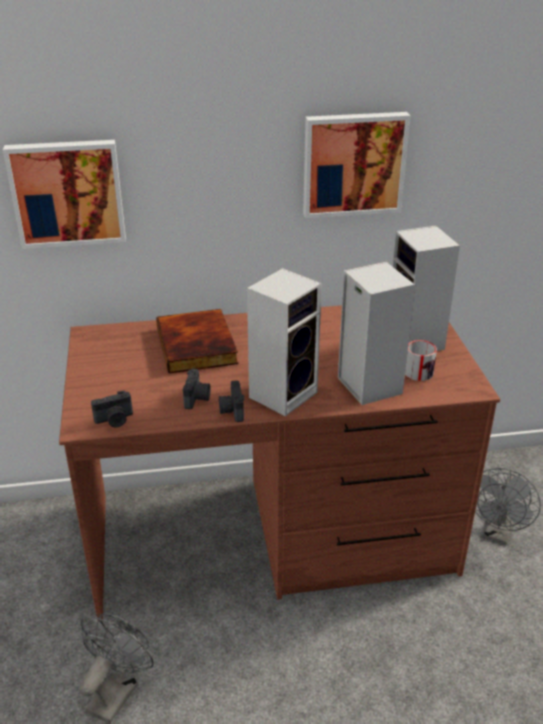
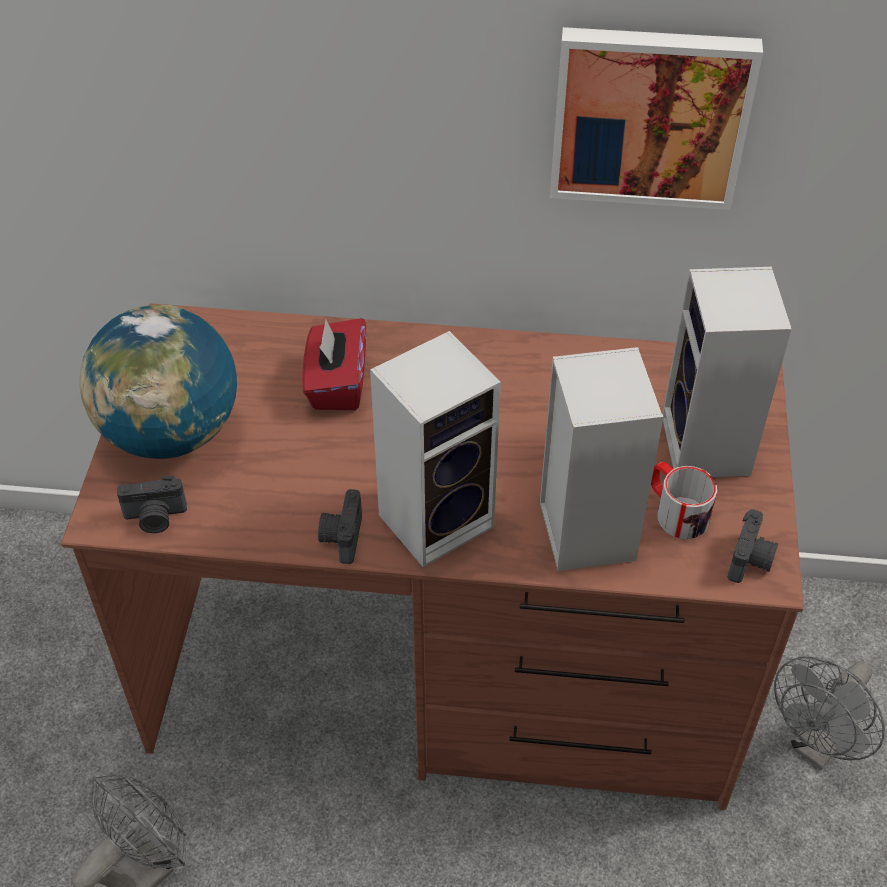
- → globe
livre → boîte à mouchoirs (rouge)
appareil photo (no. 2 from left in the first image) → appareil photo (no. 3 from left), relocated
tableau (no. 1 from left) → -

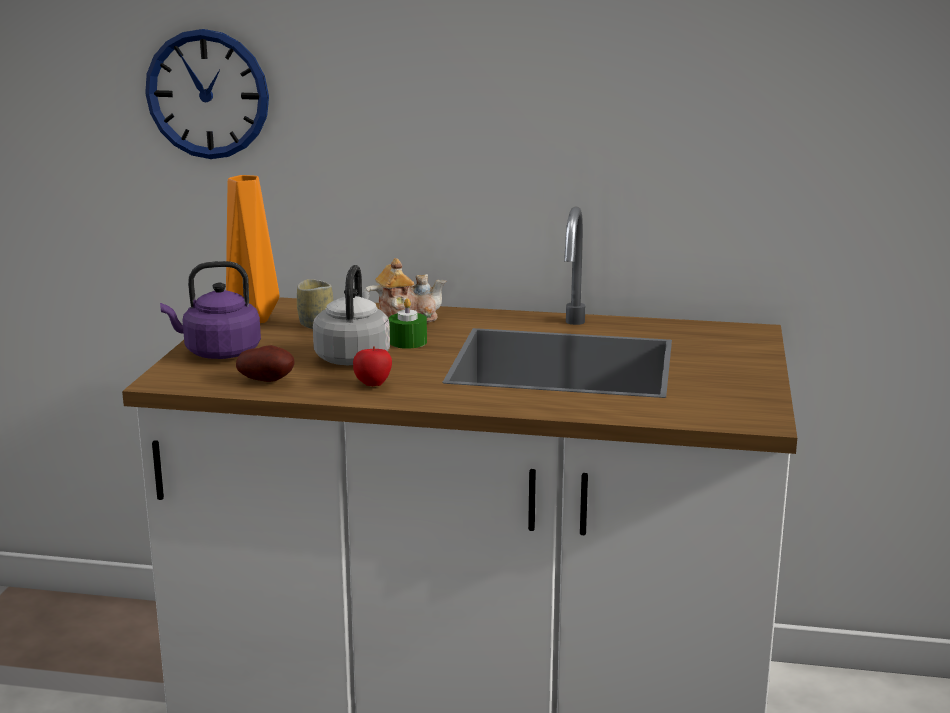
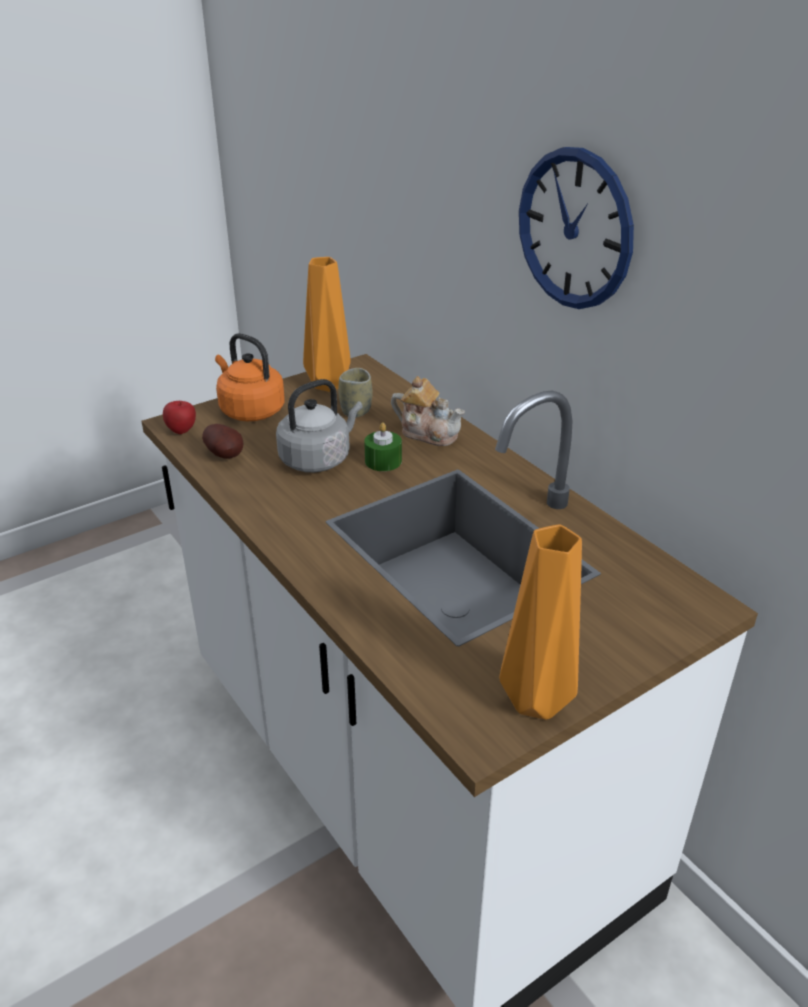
pomme, relocated
bouilloire (violet) → bouilloire (orange)
- → vase (orange) (no. 2 from left)
horloge murale, relocated

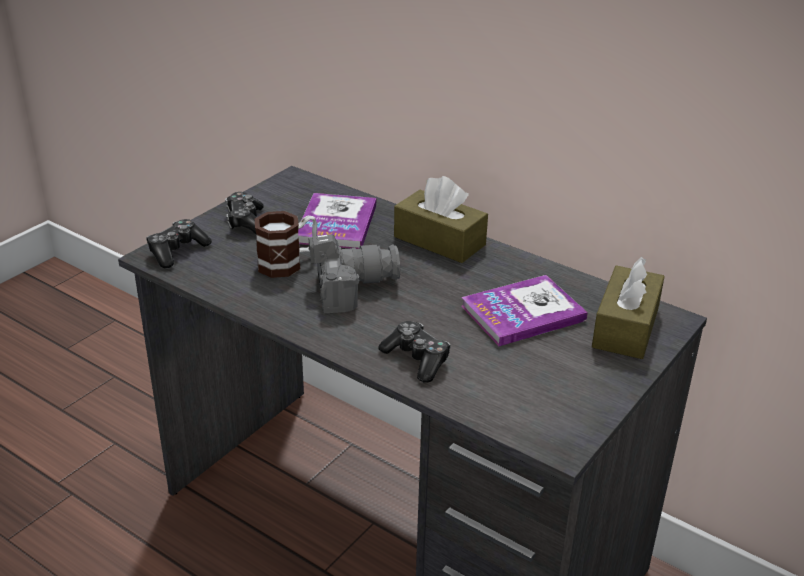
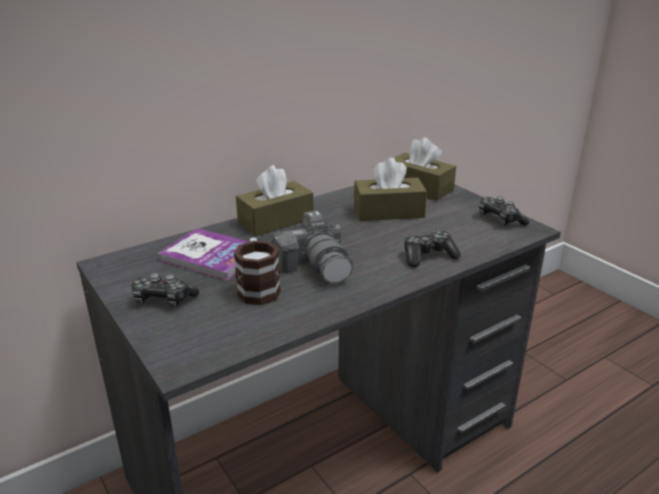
appareil photo, 150 degrees clockwise
livre (no. 2 from left) → boîte à mouchoirs (marron) (no. 2 from left)
manette (no. 1 from left in the first image) → manette (no. 3 from left), relocated

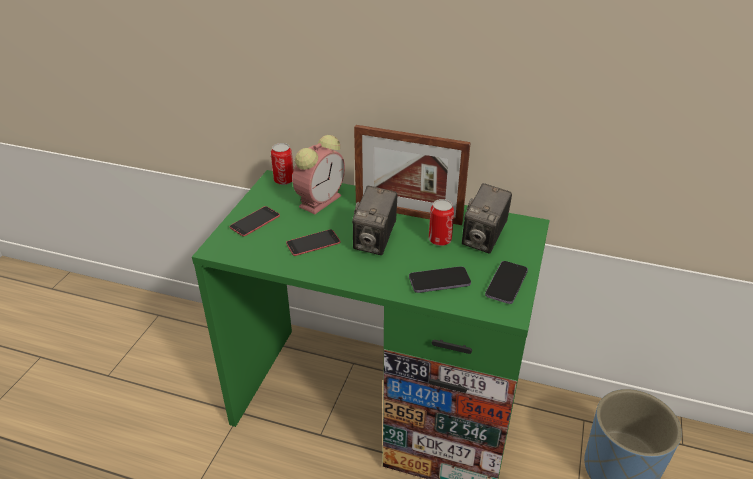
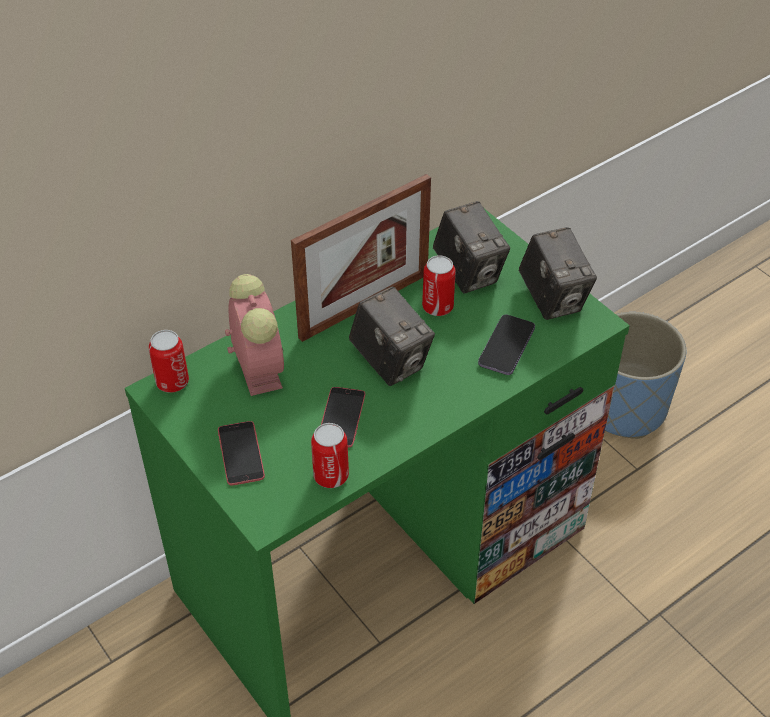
- → boîte métallique (no. 2 from left)
téléphone (no. 4 from left) → appareil photo (no. 3 from left)

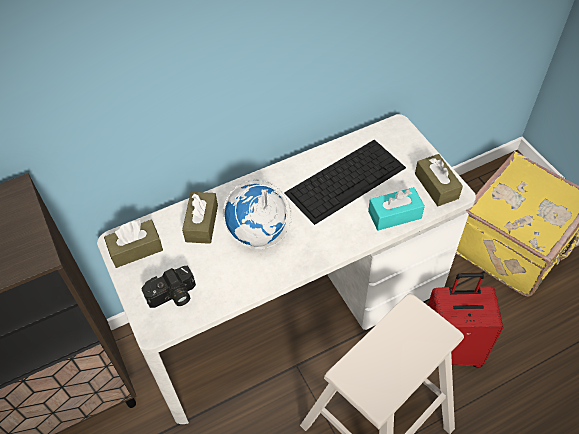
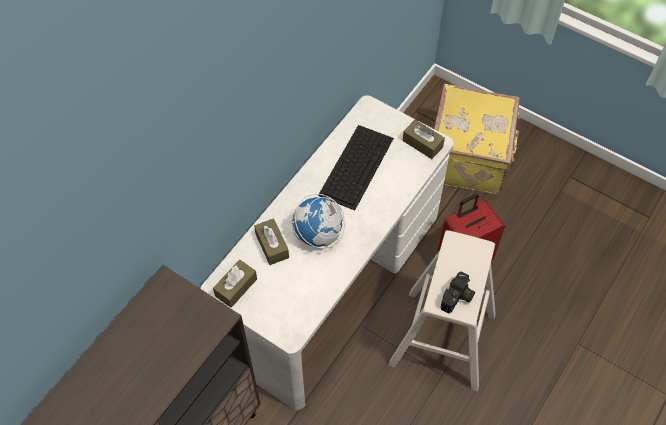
appareil photo, relocated
boîte à mouchoirs (turquoise) → -

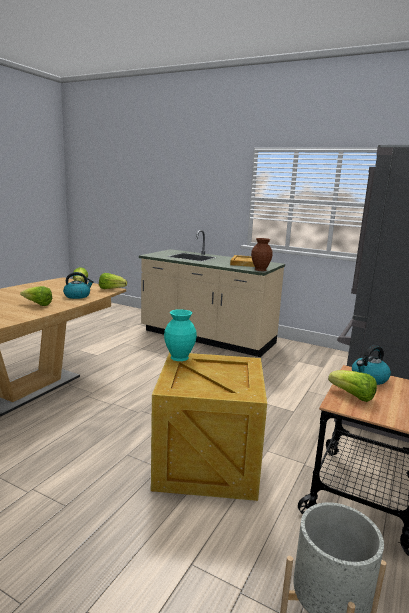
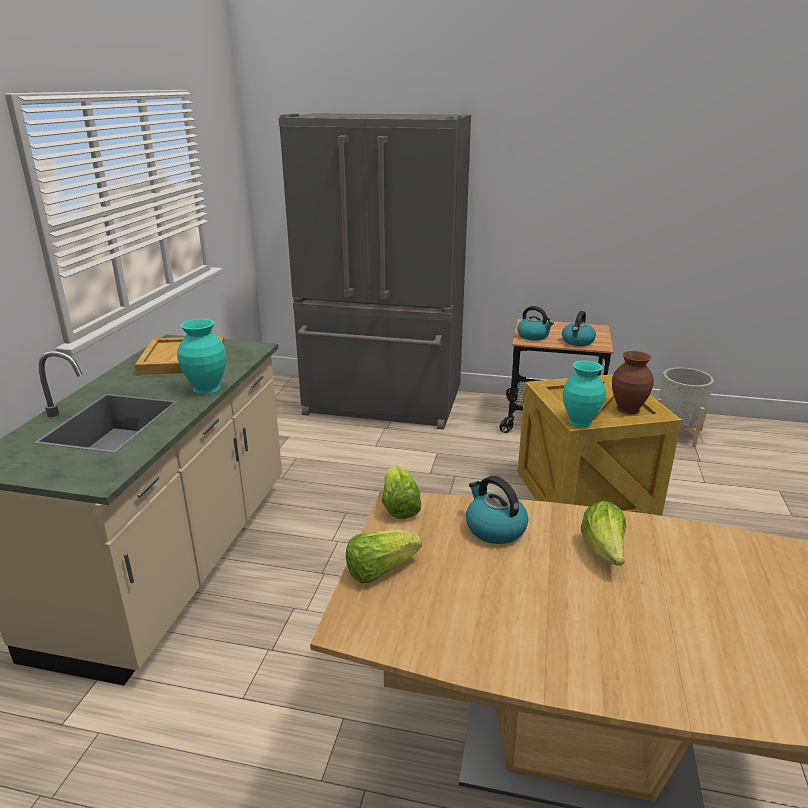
- → vase (turquoise) (no. 1 from left)
laitue (no. 4 from left) → bouilloire (no. 3 from left)
vase (marron), relocated

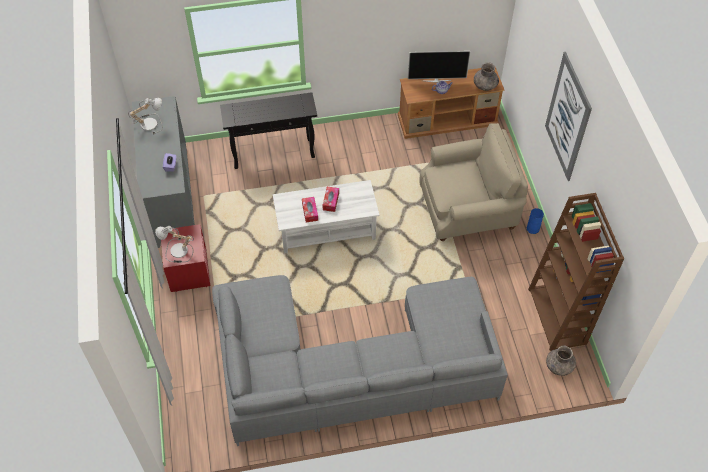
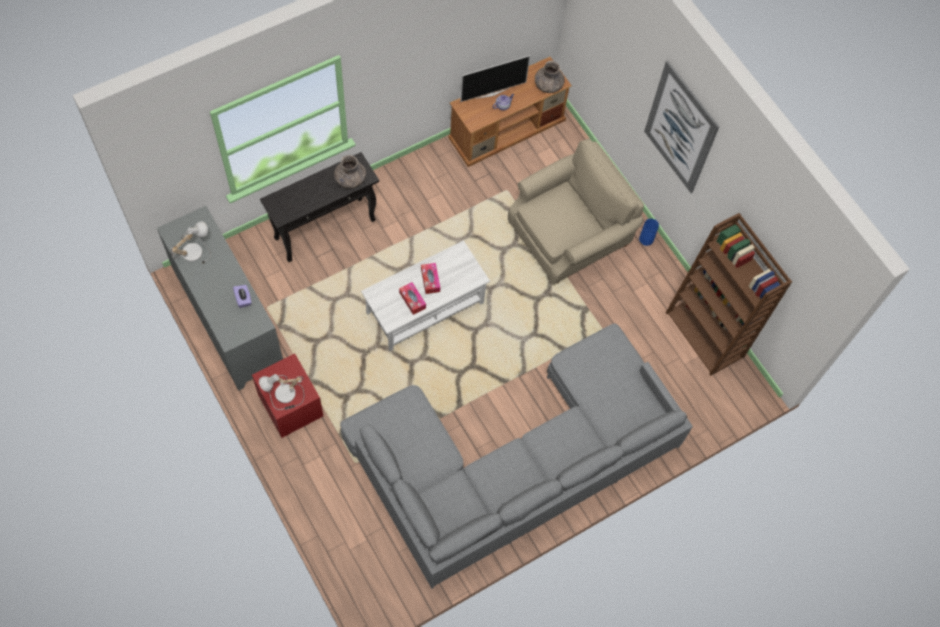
vase (gris) (no. 2 from left in the first image) → vase (gris) (no. 1 from left), relocated

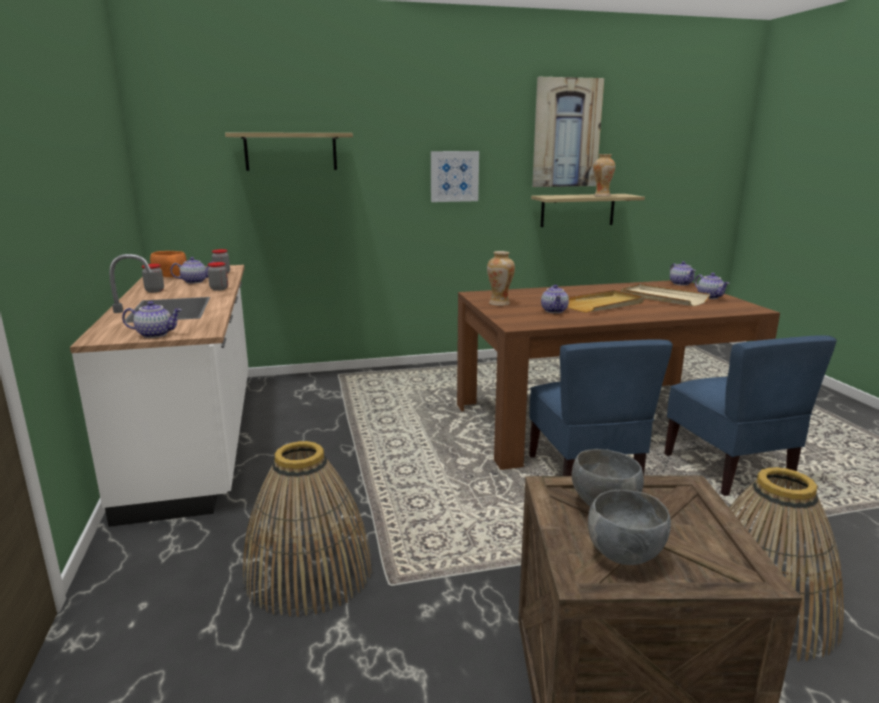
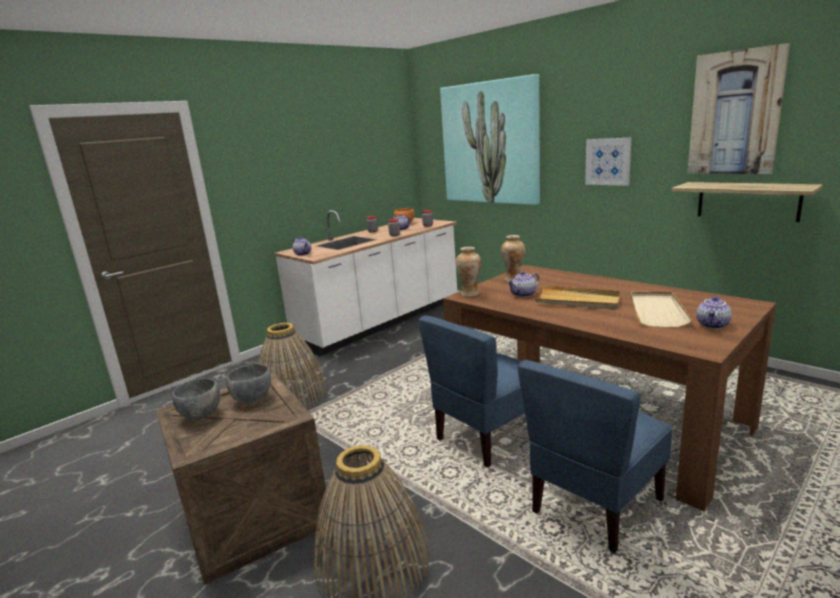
étagère (no. 1 from left) → tableau (no. 1 from left)
vase (no. 2 from left in the first image) → vase (no. 1 from left), relocated
théière (no. 4 from left) → -

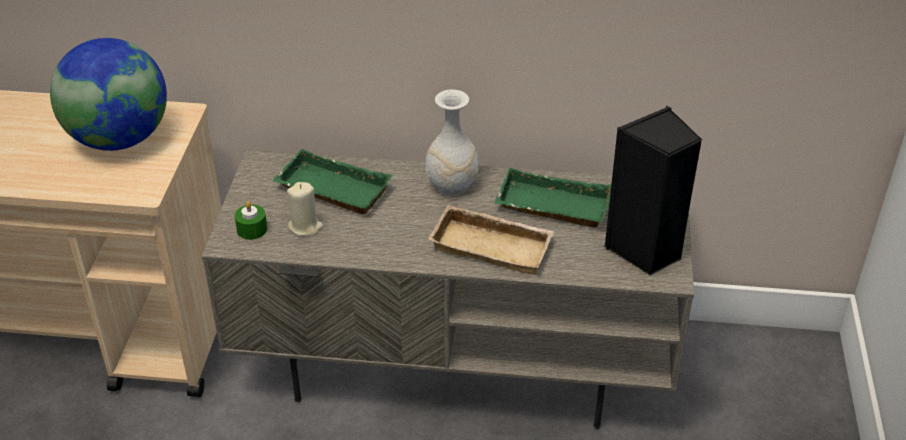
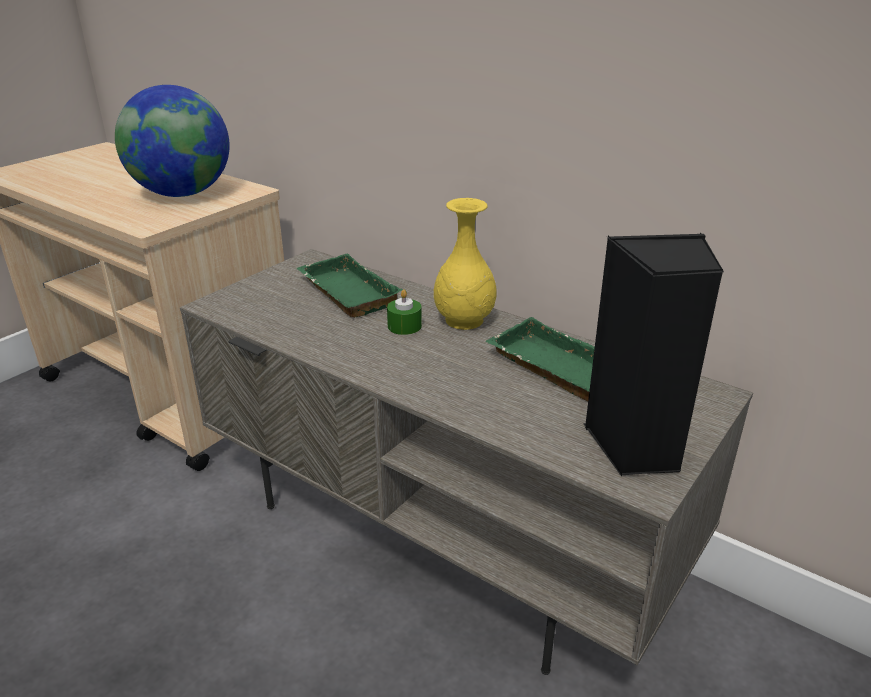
bougie (vert), relocated
vase (blanc) → vase (jaune)
bougie (beige) → -
plateau (beige) → -

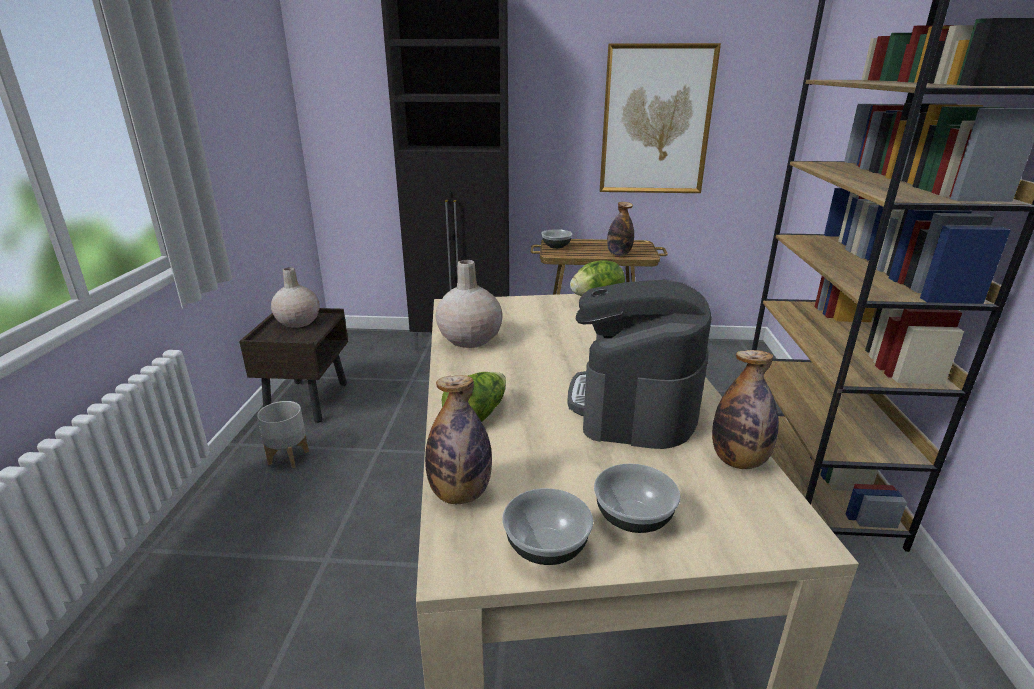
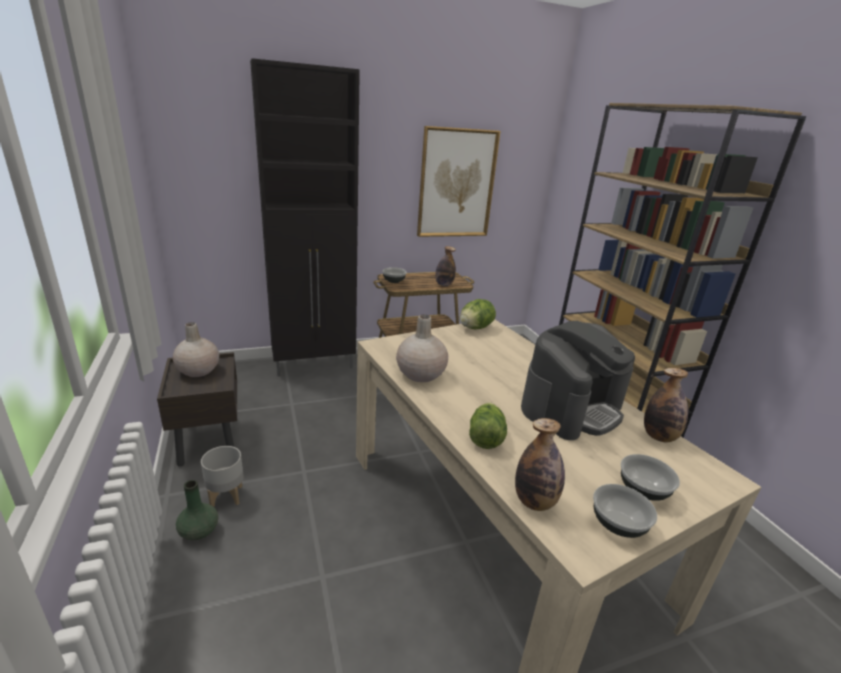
- → vase (vert)
machine à café, 120 degrees counterclockwise

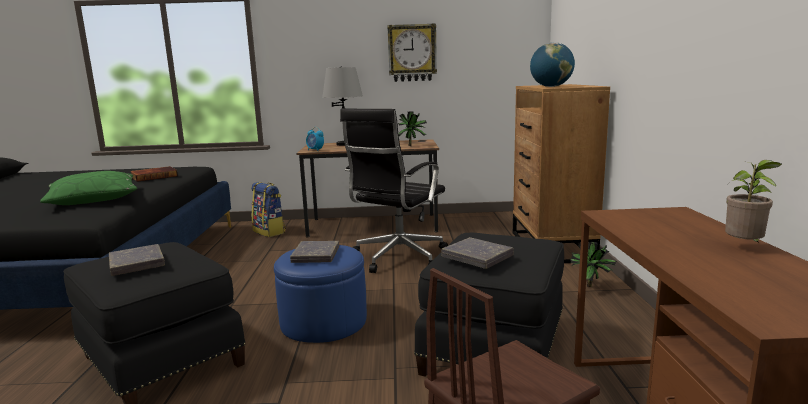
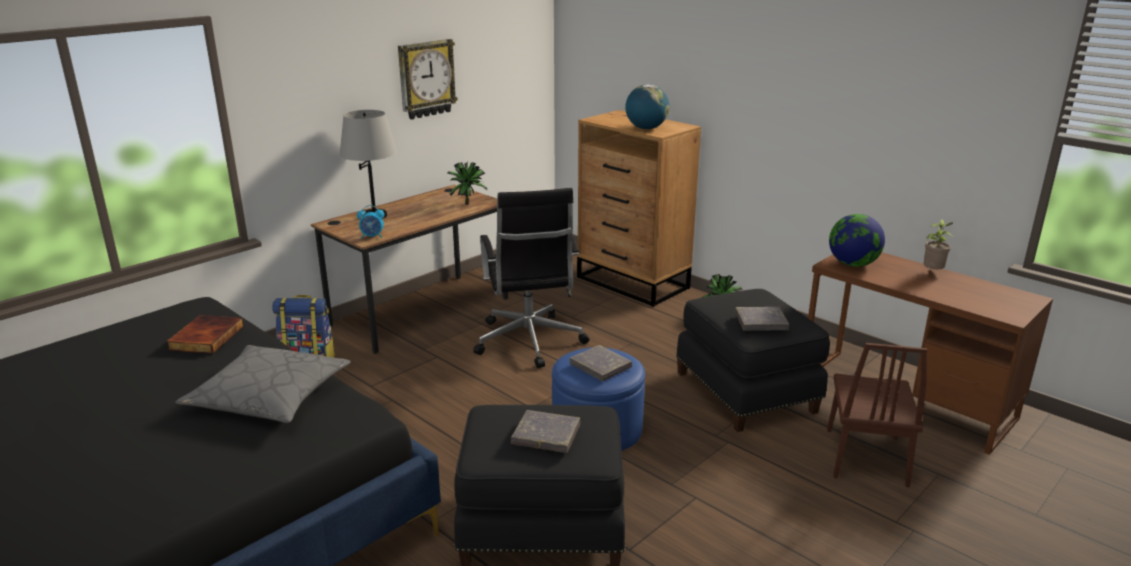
coussin (vert) → coussin (gris)
- → globe (no. 2 from left)

